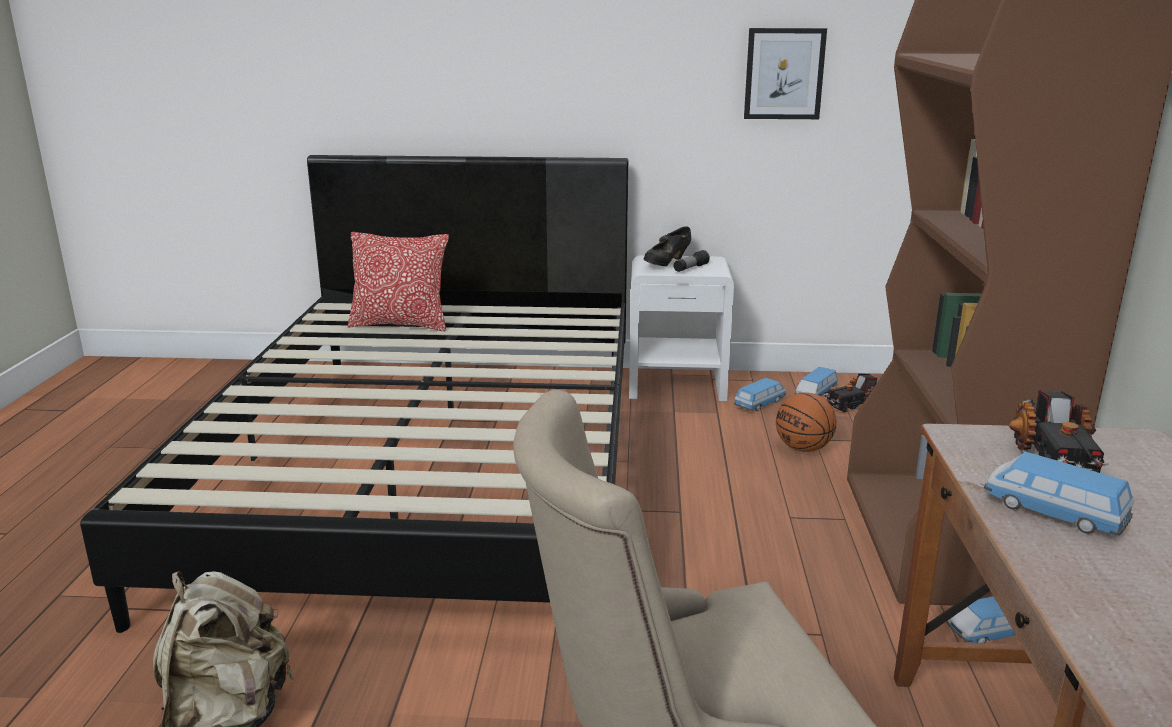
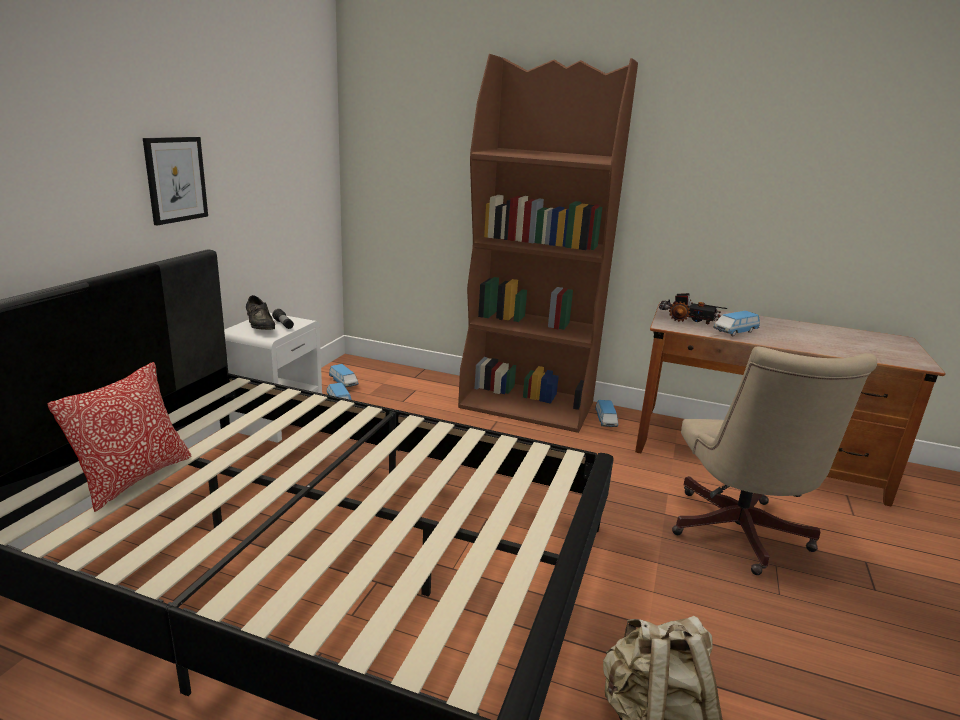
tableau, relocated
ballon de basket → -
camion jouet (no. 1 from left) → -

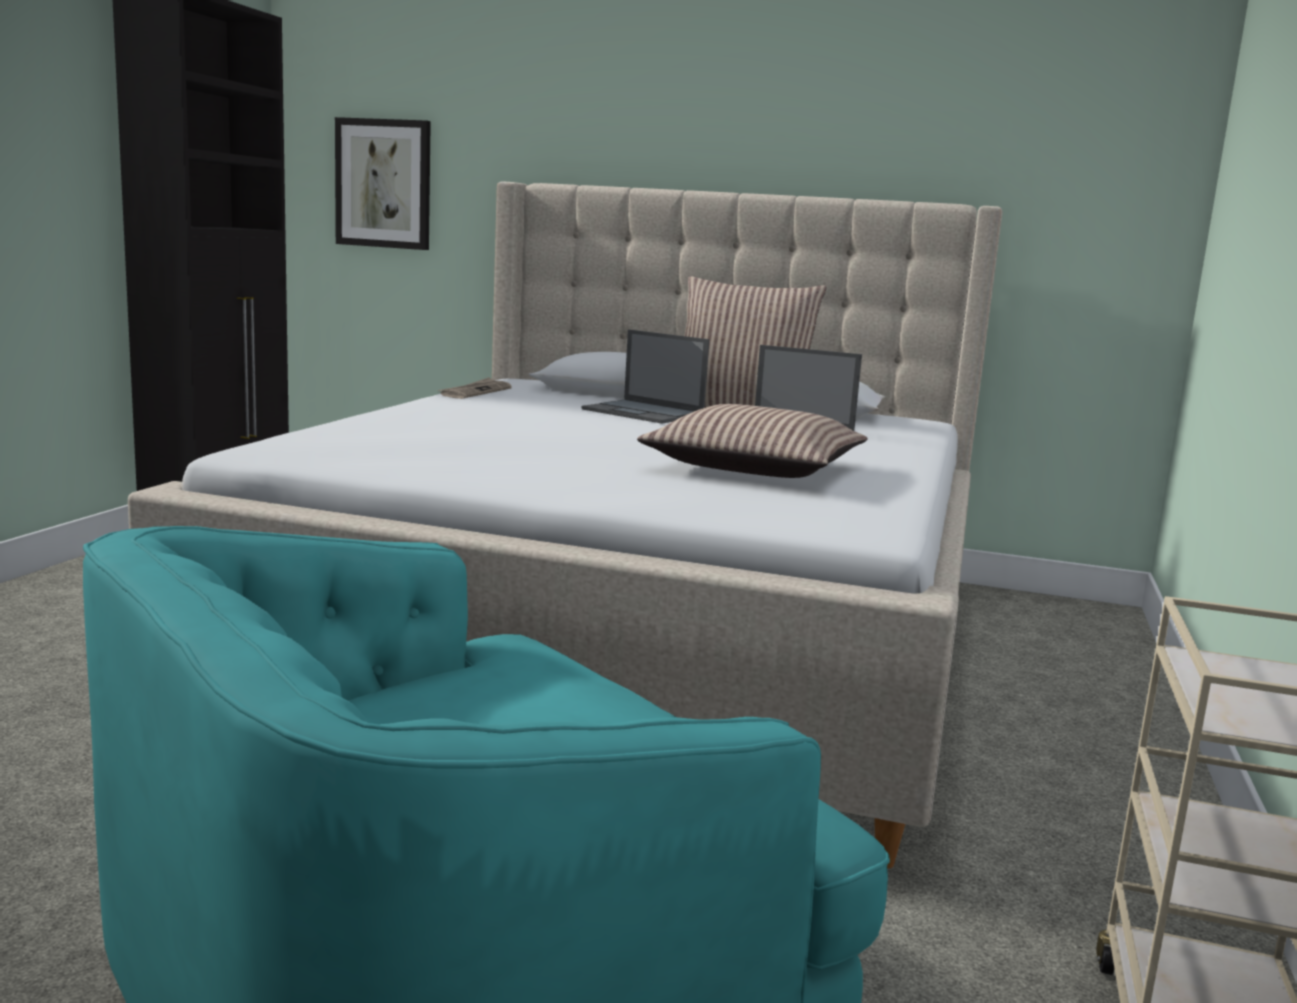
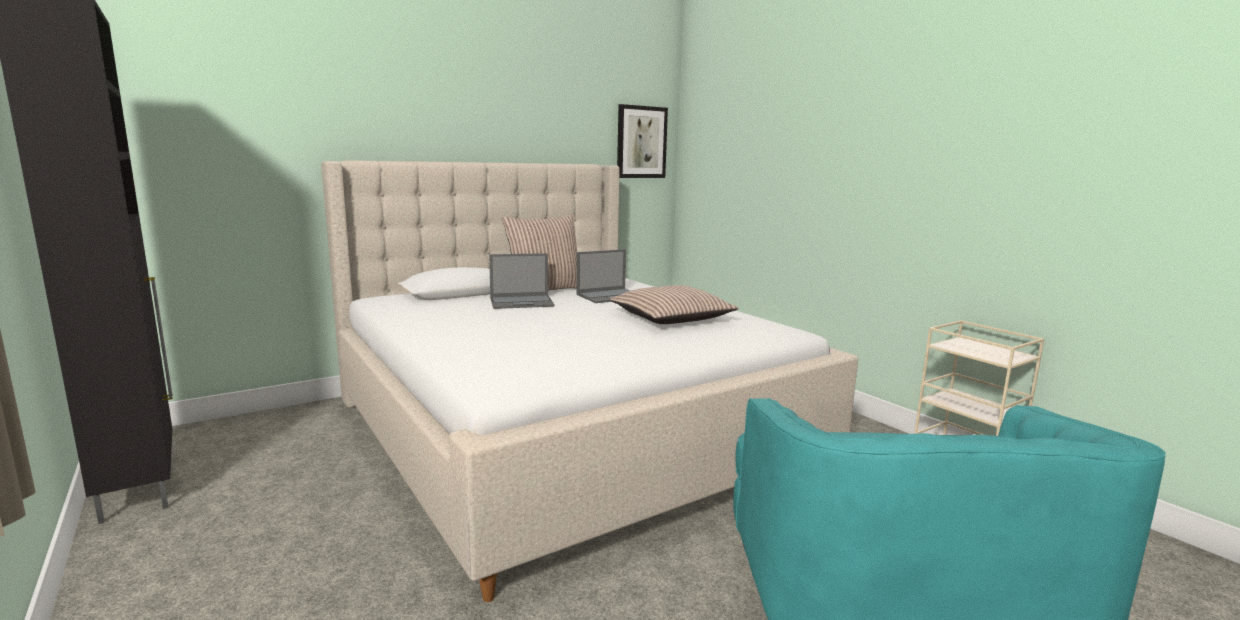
tableau, relocated
journal → -

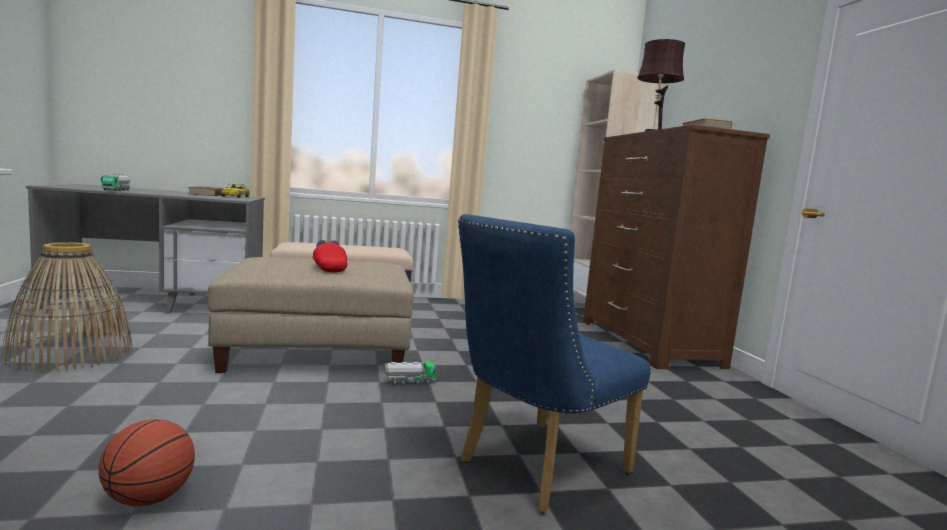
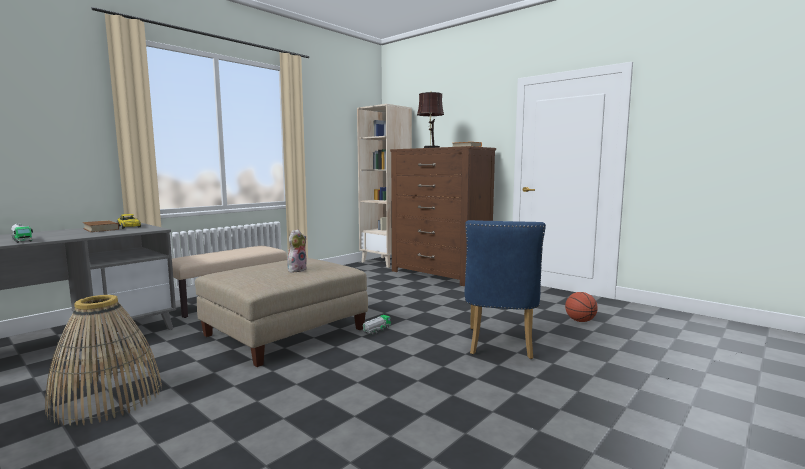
casquette (rouge) → peluche
ballon de basket, relocated

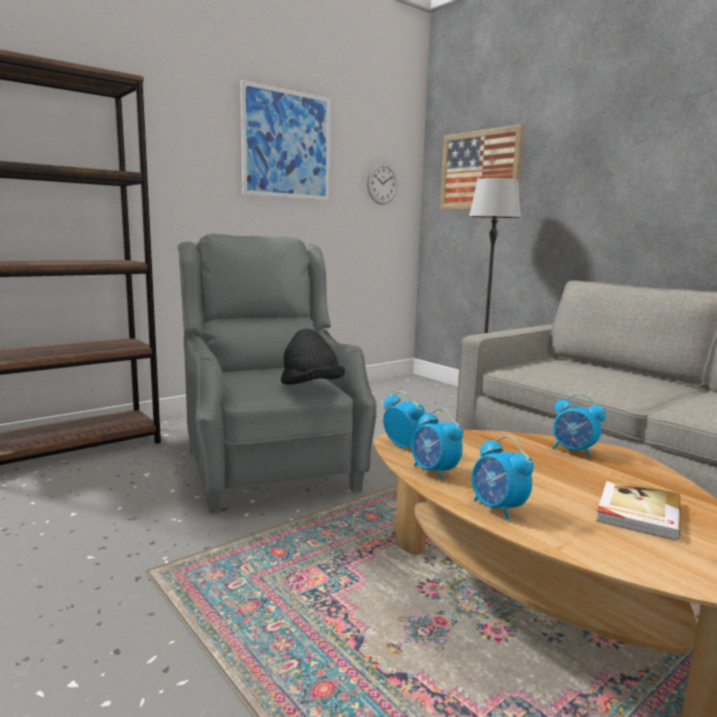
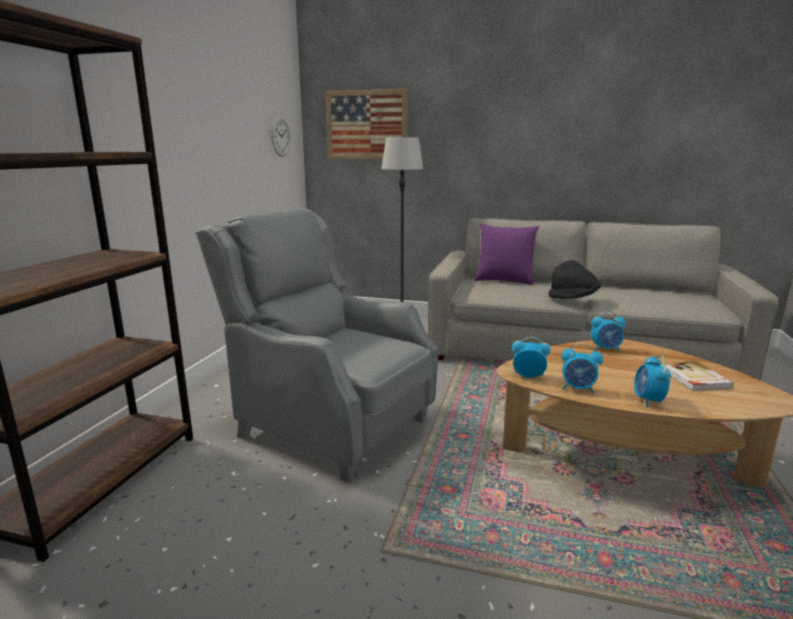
- → coussin (violet)
chapeau (noir), relocated
réveil (no. 3 from left in the first image) → réveil (no. 4 from left), 75 degrees clockwise
tableau (no. 1 from left) → -

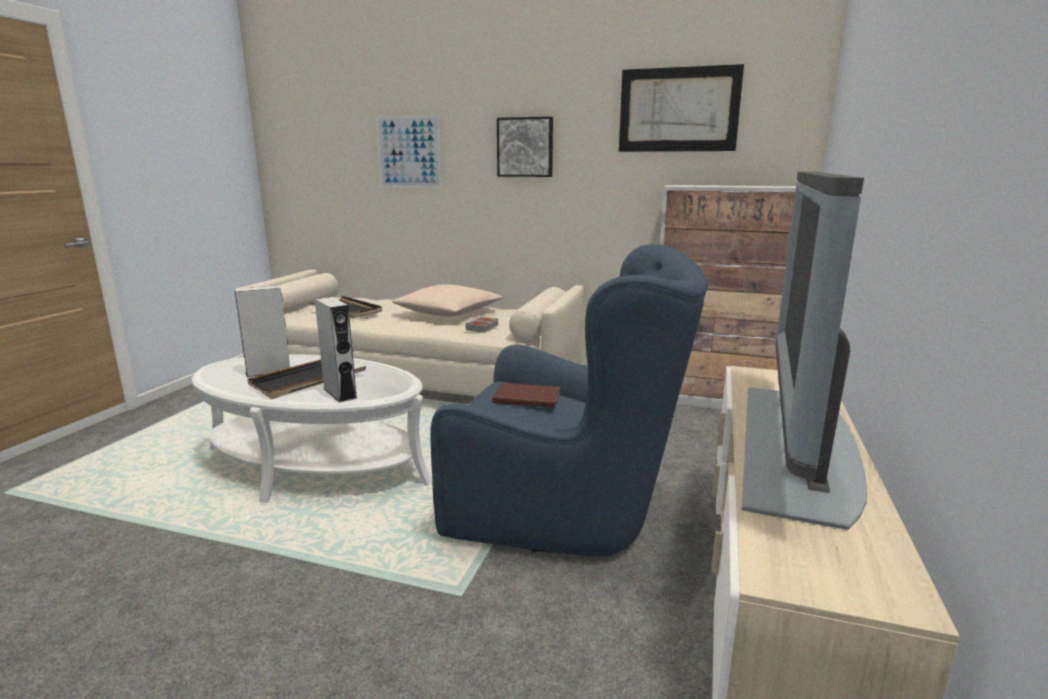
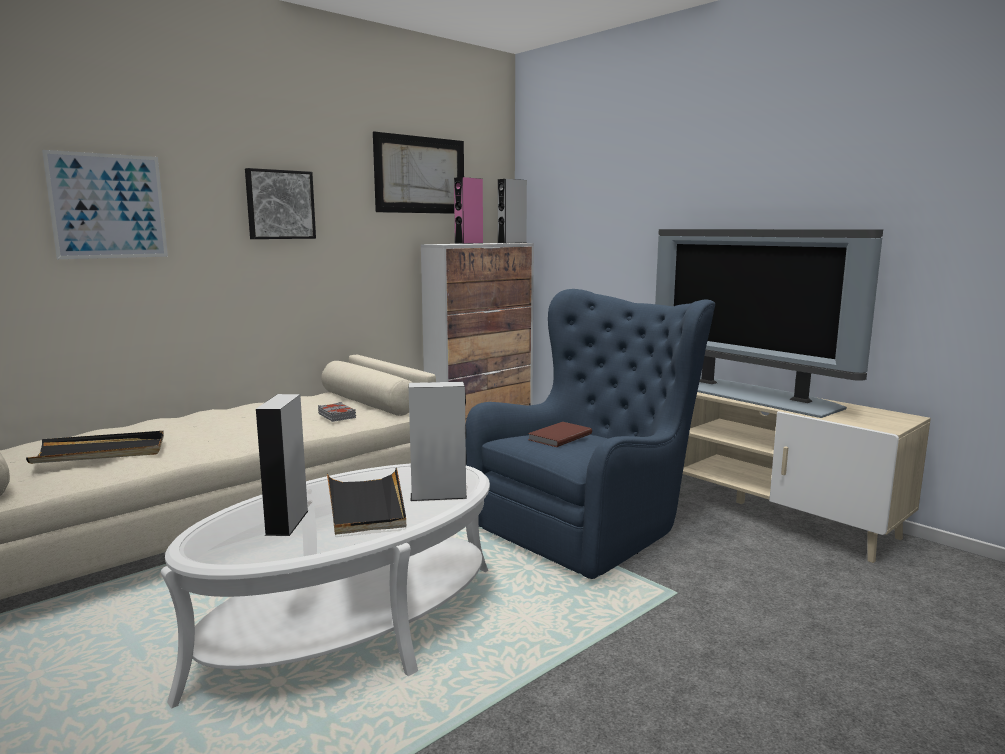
- → enceinte (rose)
- → enceinte (gris) (no. 3 from left)
coussin (beige) → -

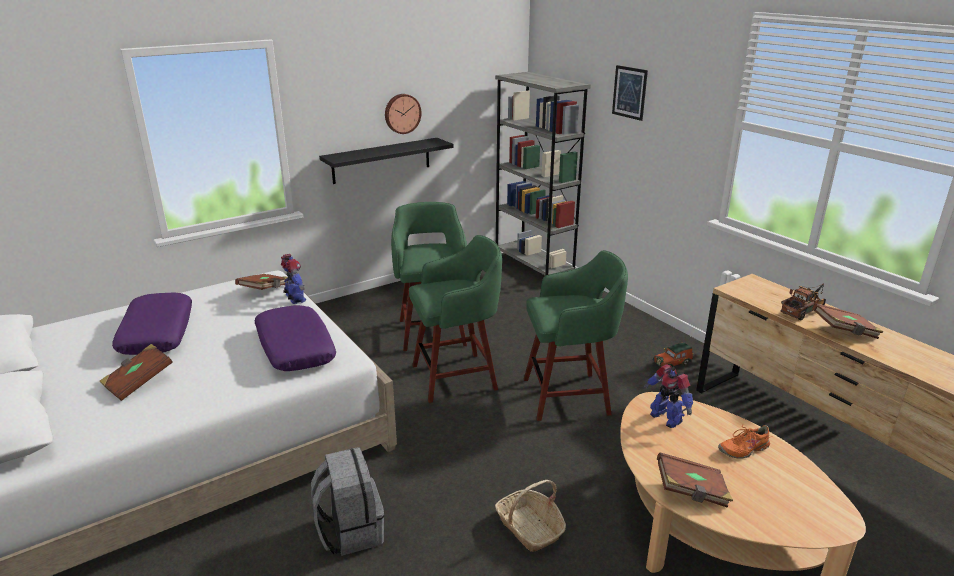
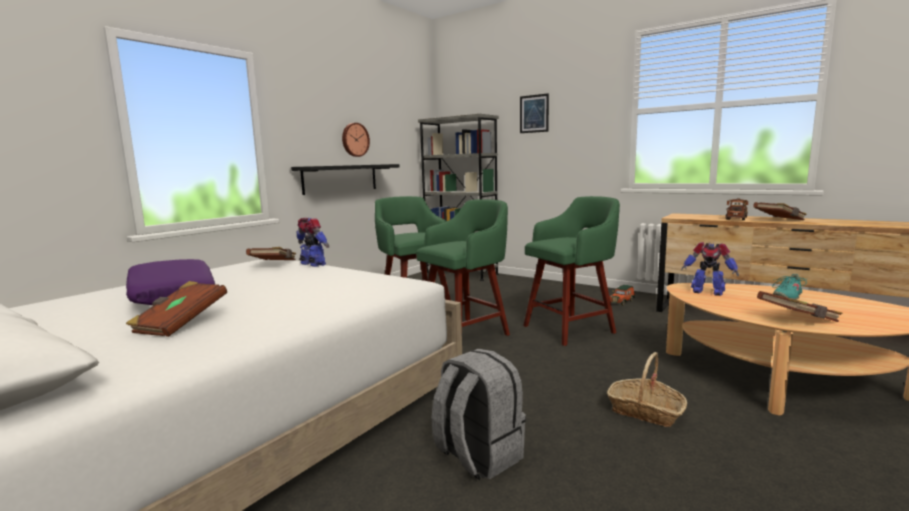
chaussure (orange) → chaussure (turquoise)
coussin (violet) (no. 2 from left) → -

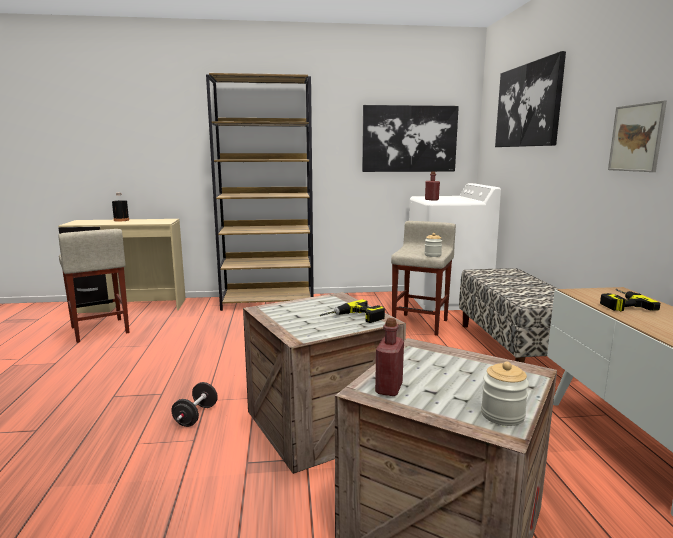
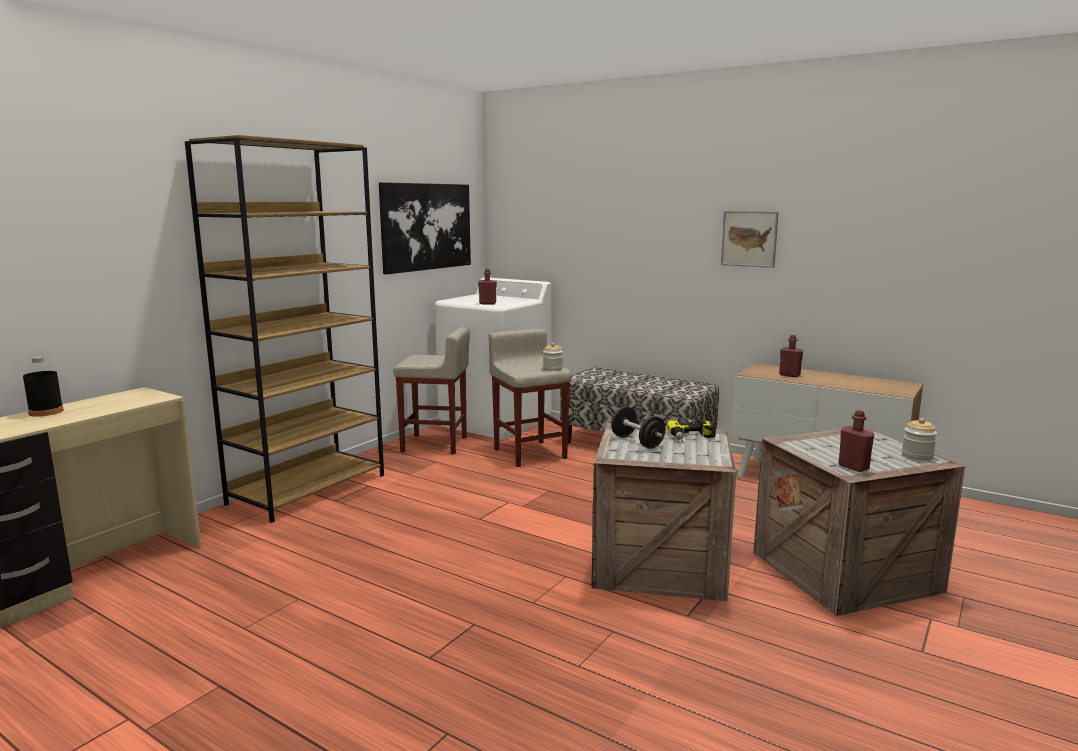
tabouret (beige) (no. 1 from left), relocated
haltère (noir), relocated
perceuse (no. 2 from left) → bouteille (rouge) (no. 2 from left)
tableau (no. 2 from left) → -

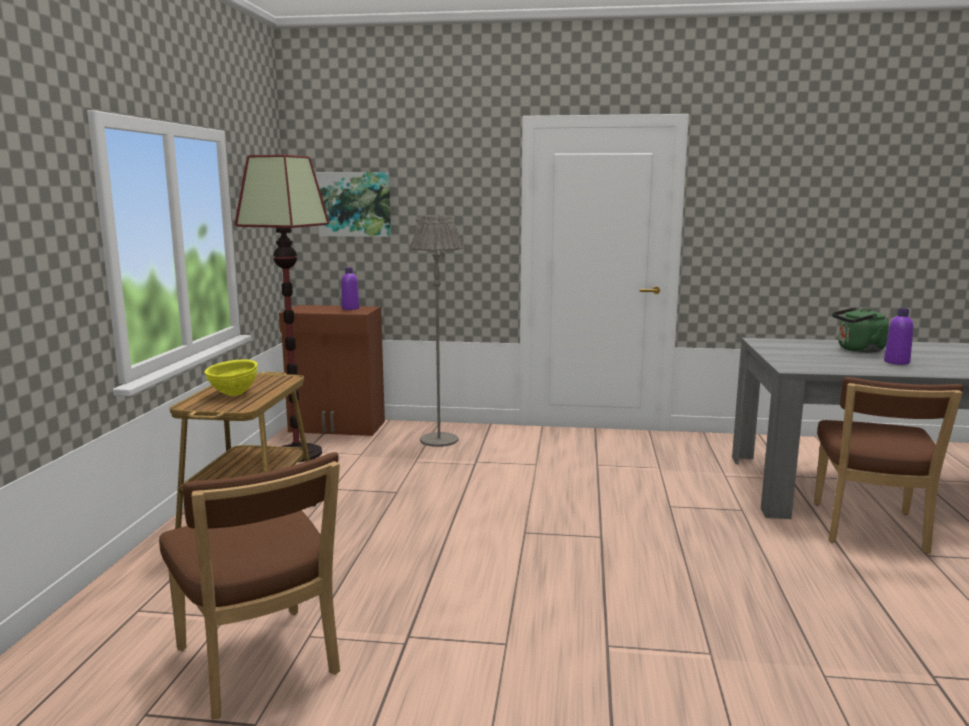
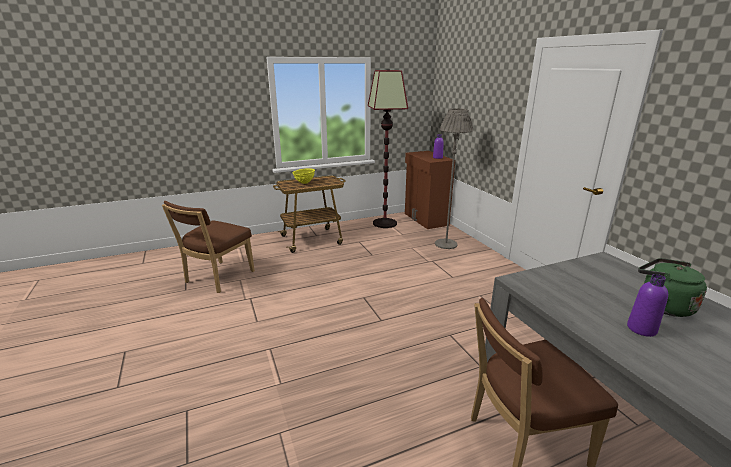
tableau → -

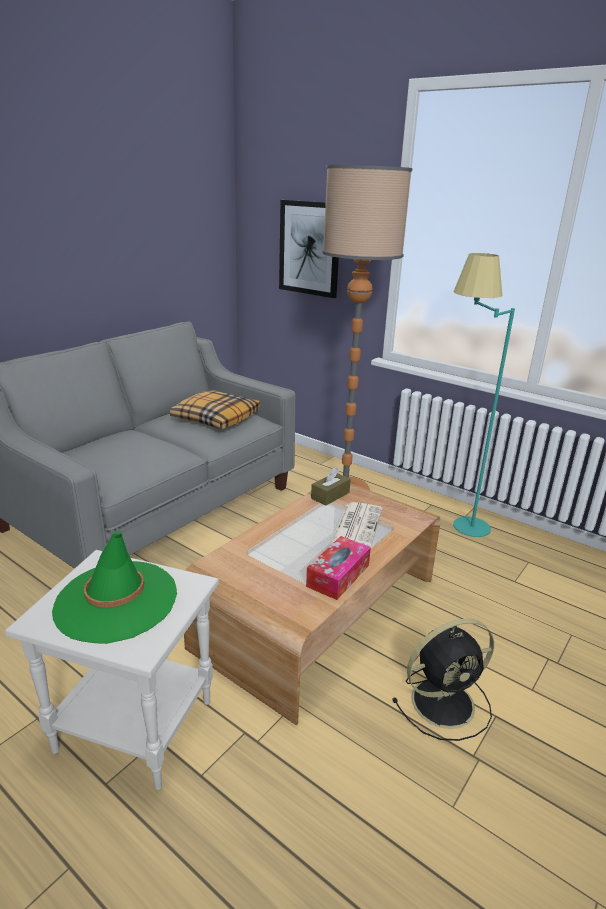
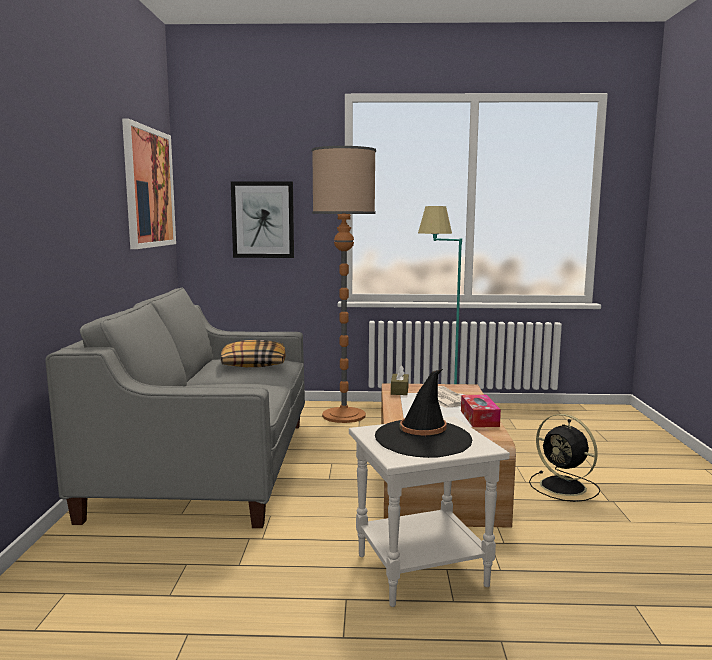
- → tableau (no. 1 from left)
chapeau (vert) → chapeau (noir)
ventilateur (noir), 105 degrees clockwise

